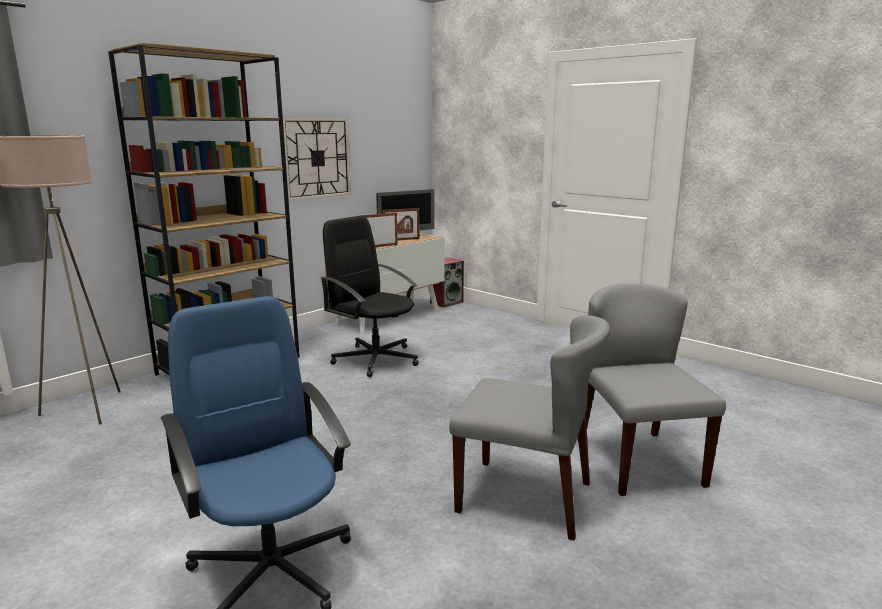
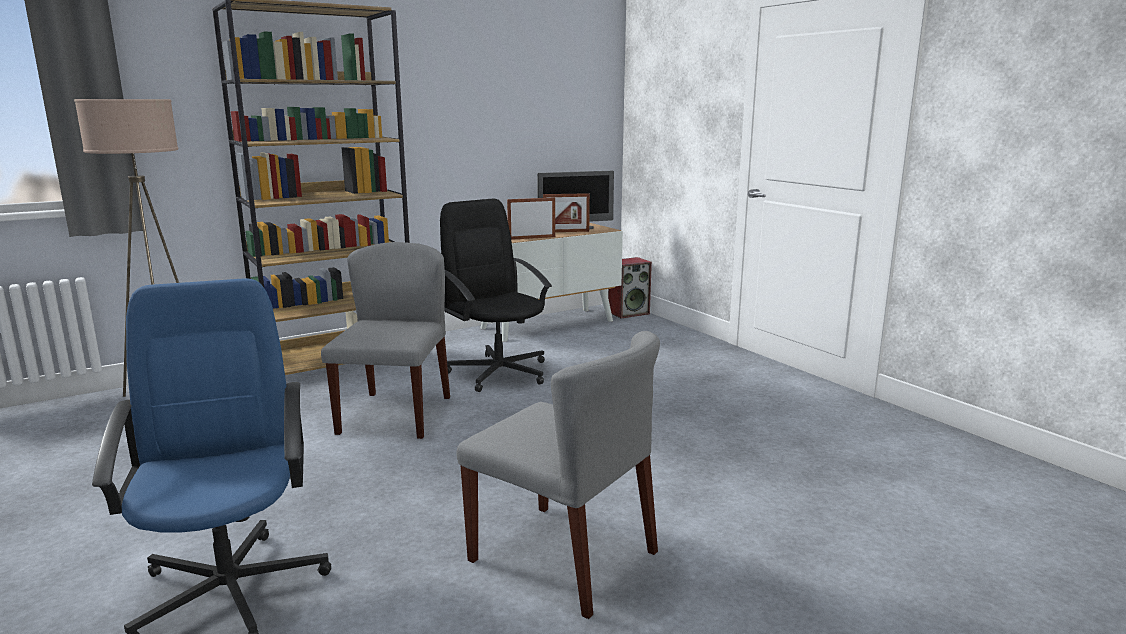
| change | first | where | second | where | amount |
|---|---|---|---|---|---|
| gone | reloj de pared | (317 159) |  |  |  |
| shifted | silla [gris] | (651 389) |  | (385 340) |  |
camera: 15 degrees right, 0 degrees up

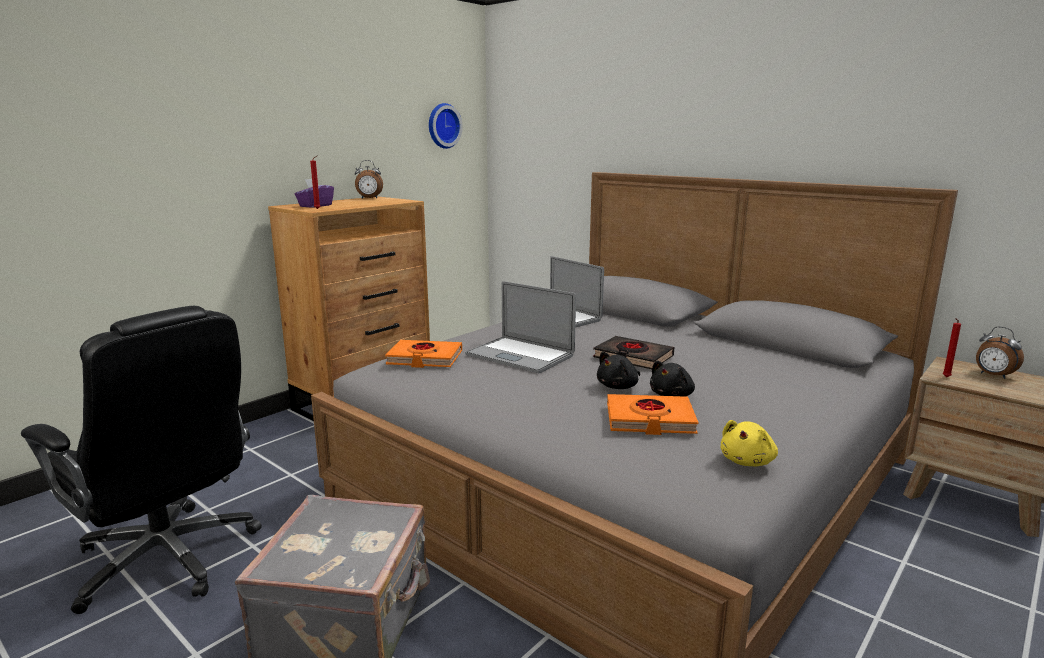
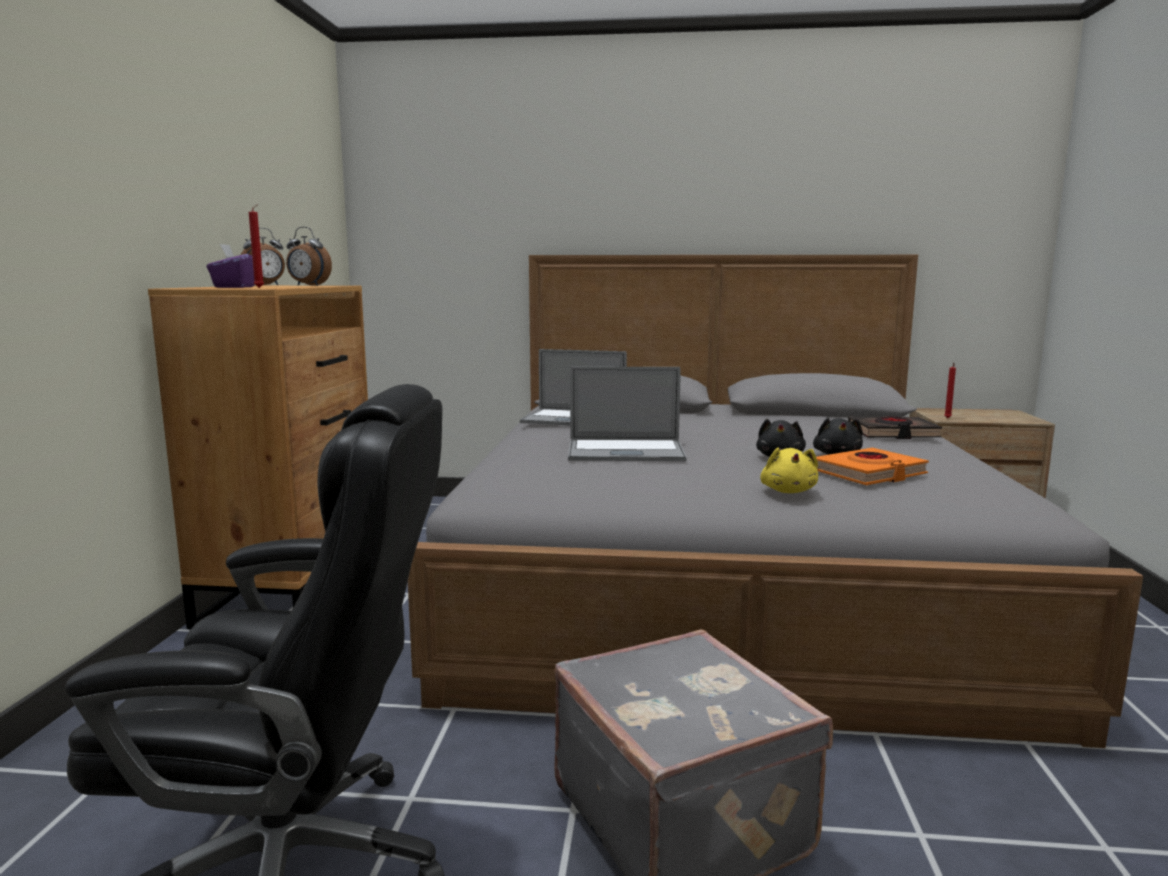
| change | first | where | second | where | amount |
|---|---|---|---|---|---|
| gone | libro [naranja] | (423 354) |  |  |  |
| gone | reloj de pared | (446 126) |  |  |  |
| shifted | libro [negro] | (633 352) |  | (895 427) |  |
| shifted | peluche [amarillo] | (749 443) |  | (789 470) |  |
| shifted | despertador | (1000 352) |  | (309 256) |  |
camera: 35 degrees left, 5 degrees down

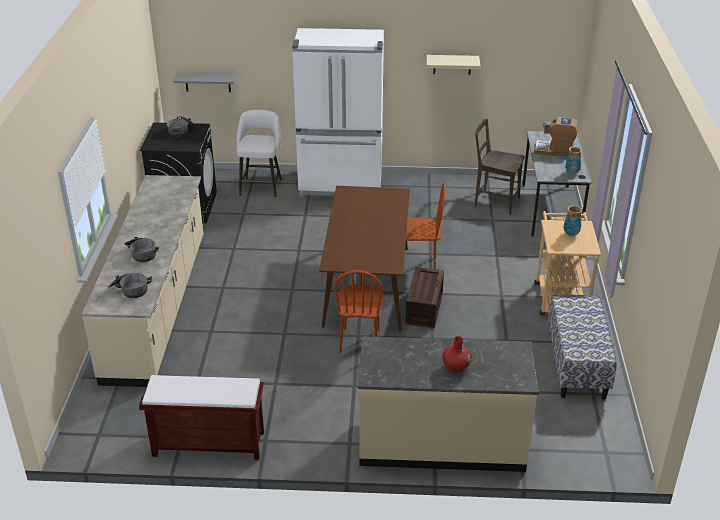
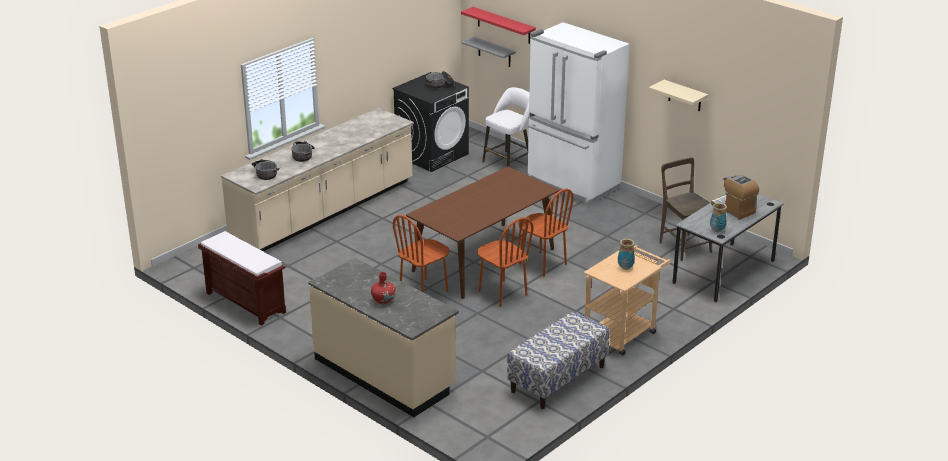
| change | first | where | second | where | amount |
|---|---|---|---|---|---|
| swapped | caja de embalaje | (424 297) | silla [marrón] | (505 262) |  |
| new |  |  | estante [rojo] | (498 25) |  |
camera: 40 degrees right, 5 degrees down

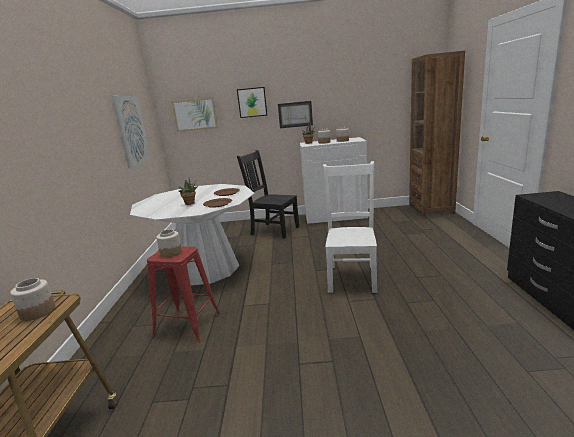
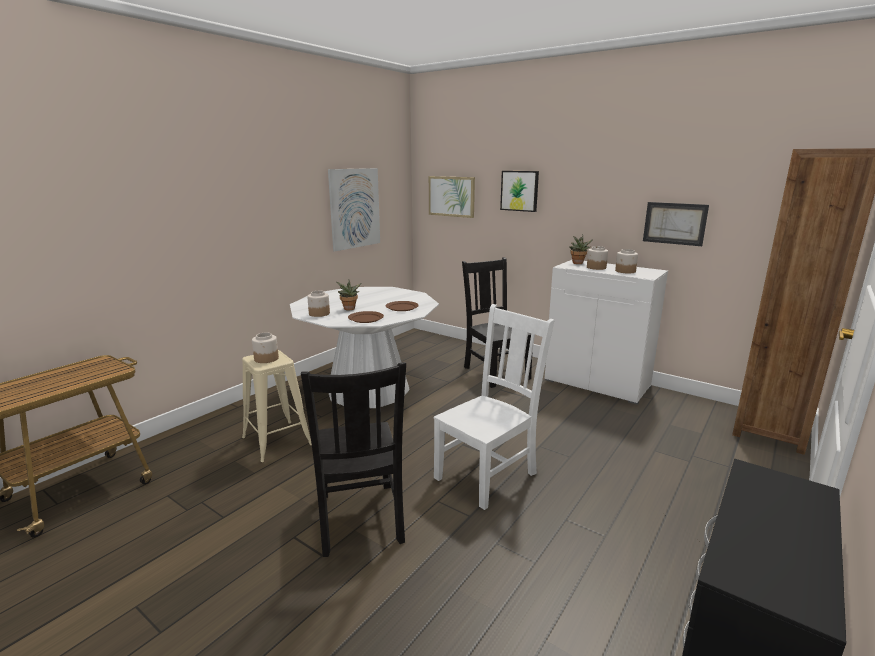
| change | first | where | second | where | amount |
|---|---|---|---|---|---|
| shifted | tarro | (32 299) |  | (318 304) |  |
| repainted | taburete [rojo] | (183 293) | taburete [beis] | (277 406) |  |
| shifted | cuadro | (295 114) |  | (676 224) |  |
| new |  |  | silla [negro] | (353 459) |  |
camera: 35 degrees right, 0 degrees up

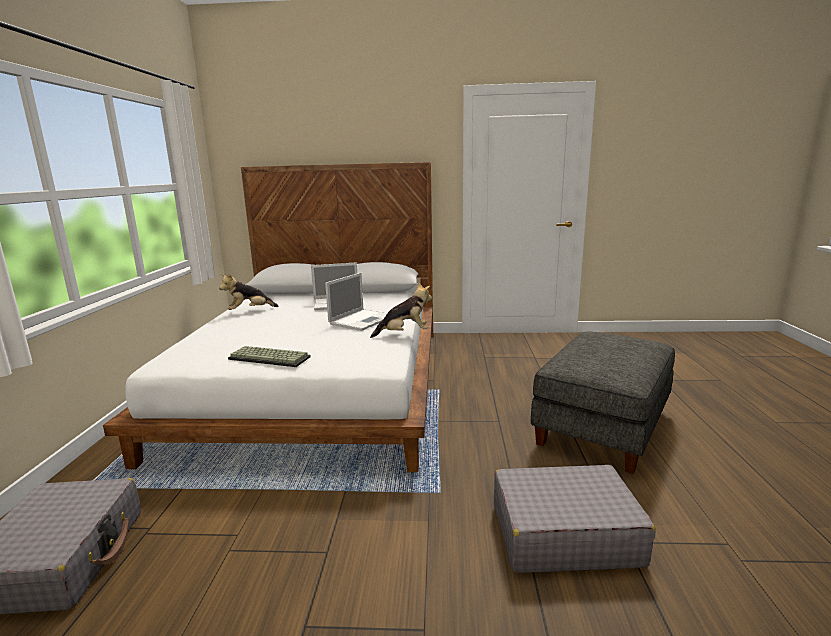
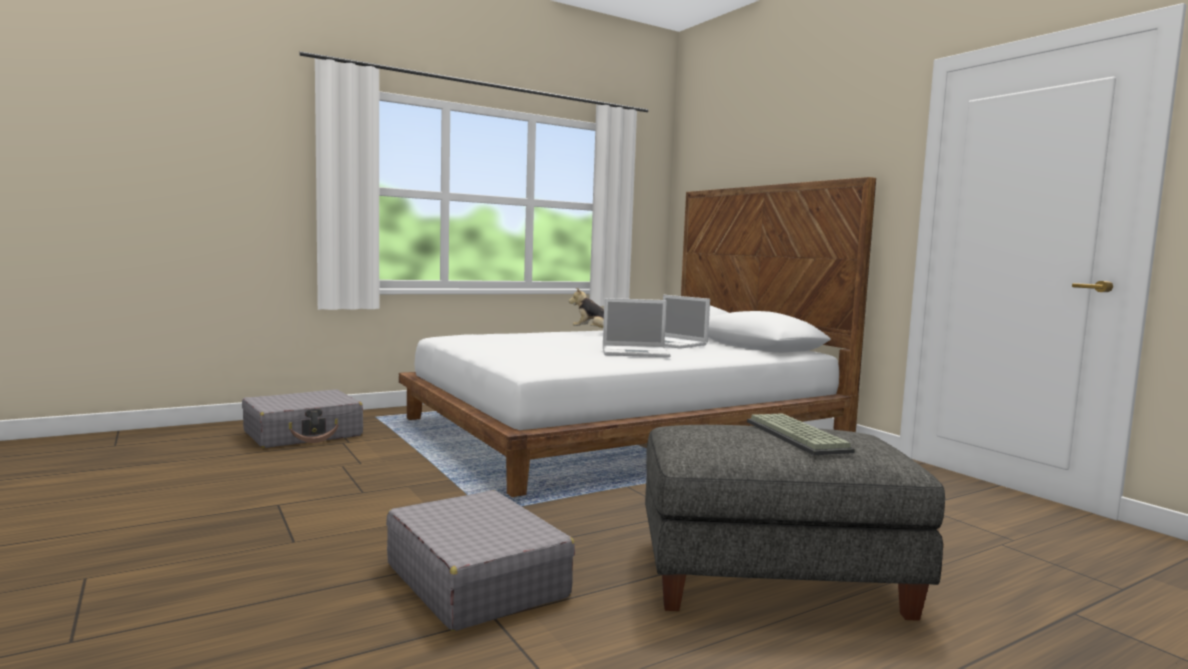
| change | first | where | second | where | amount |
|---|---|---|---|---|---|
| shifted | teclado | (269 356) |  | (801 434) |  |
| gone | peluche | (401 310) |  |  |  |
camera: 55 degrees right, 10 degrees down

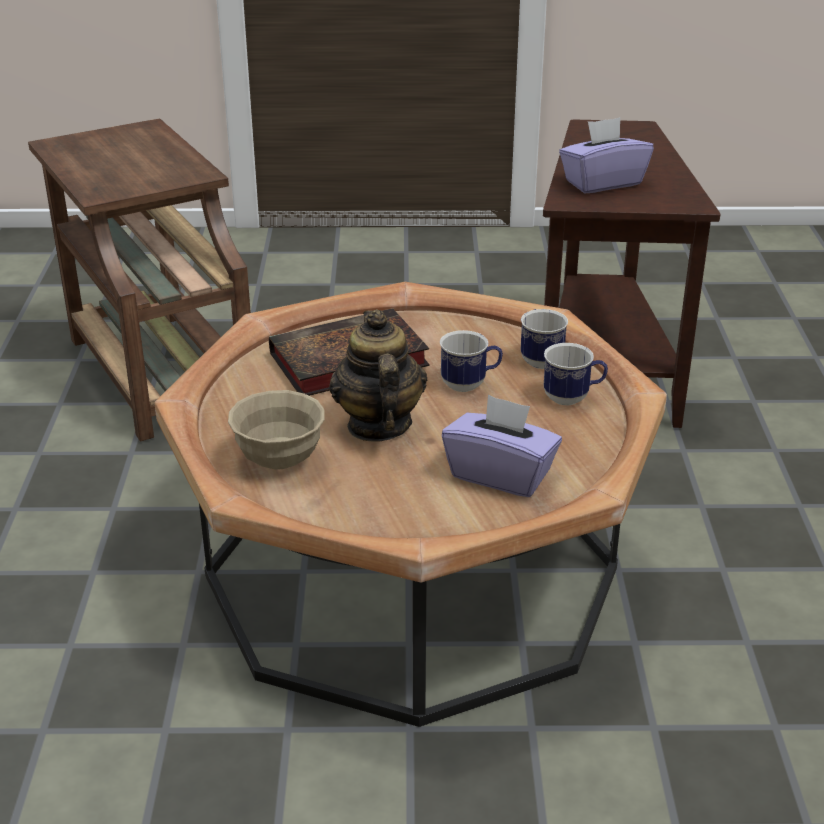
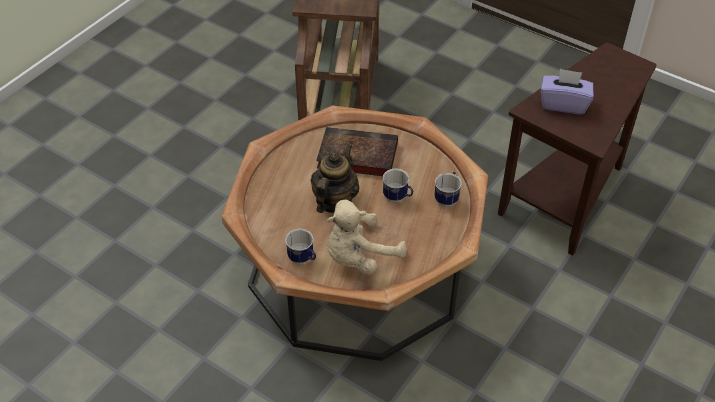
| change | first | where | second | where | amount |
|---|---|---|---|---|---|
| gone | cuenco [beis] | (276 430) |  |  |  |
| swapped | caja de pañuelos [morado] | (502 445) | peluche [beis] | (367 237) |  |
| shifted | taza grande | (576 374) |  | (300 246) |  |
camera: 35 degrees right, 15 degrees up

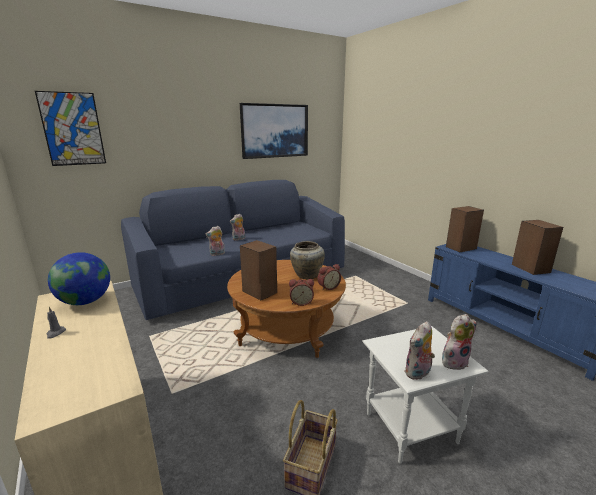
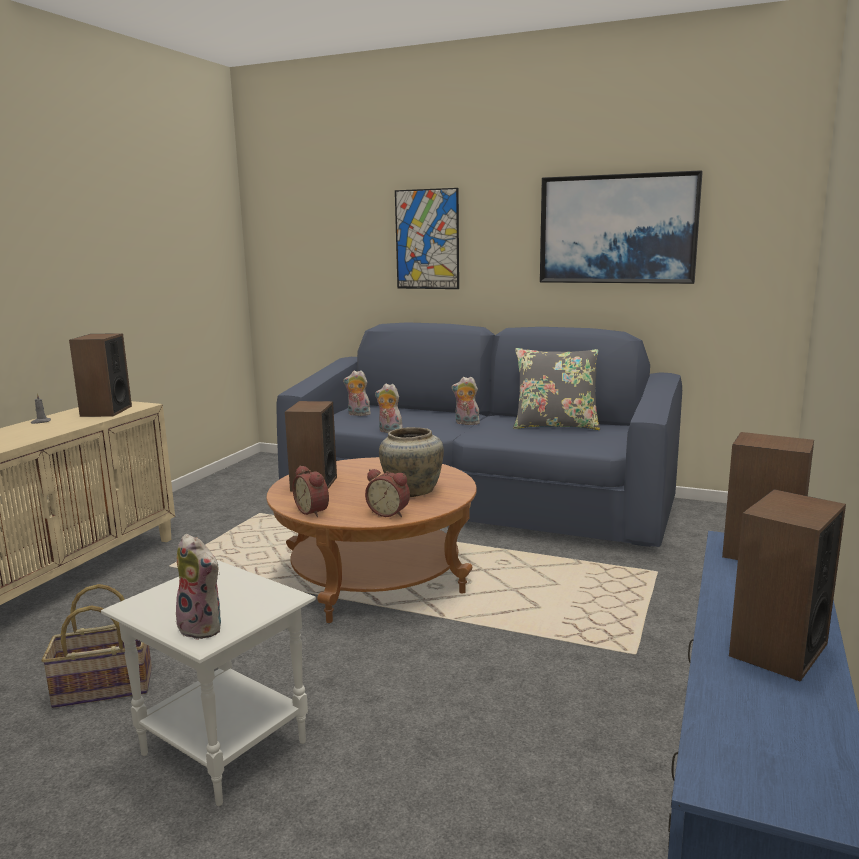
| change | first | where | second | where | amount |
|---|---|---|---|---|---|
| shifted | cuadro | (70 128) |  | (427 238) |  |
| swapped | globo terráqueo | (79 278) | altavoz | (100 375) |  |
| shifted | peluche | (419 350) |  | (357 393) |  |
| new |  |  | cojín [gris] | (556 389) |  |
camera: 55 degrees right, 5 degrees down

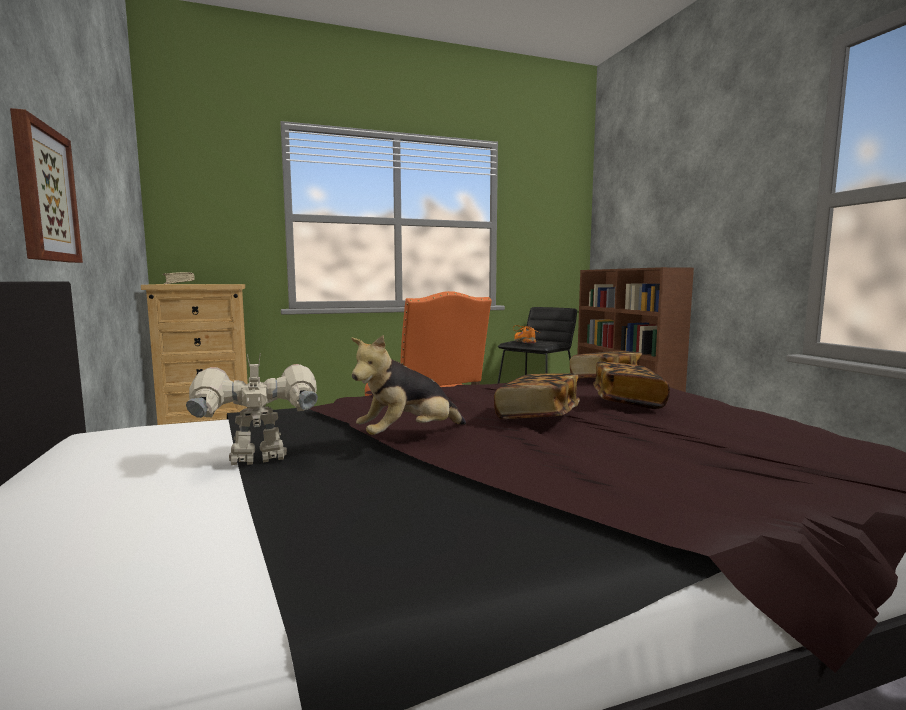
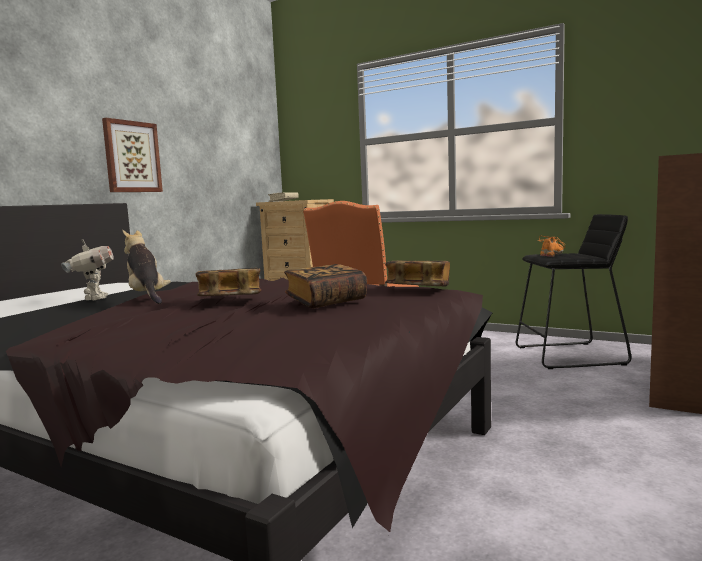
| change | first | where | second | where | amount |
|---|---|---|---|---|---|
| rotated | robot de juguete | (252 409) |  | (87 270) | 45 degrees clockwise |
| rotated | peluche | (408 385) |  | (146 266) | 45 degrees clockwise |
camera: 50 degrees right, 0 degrees up

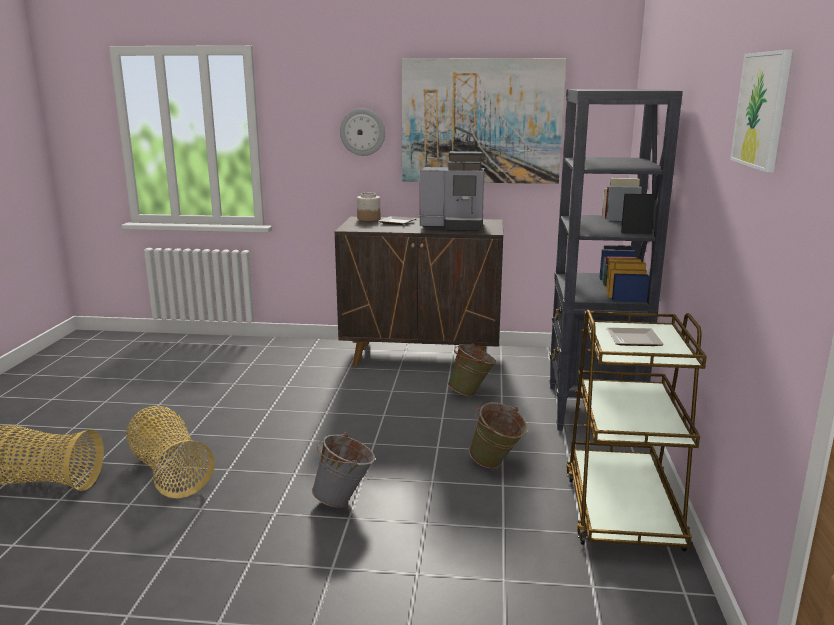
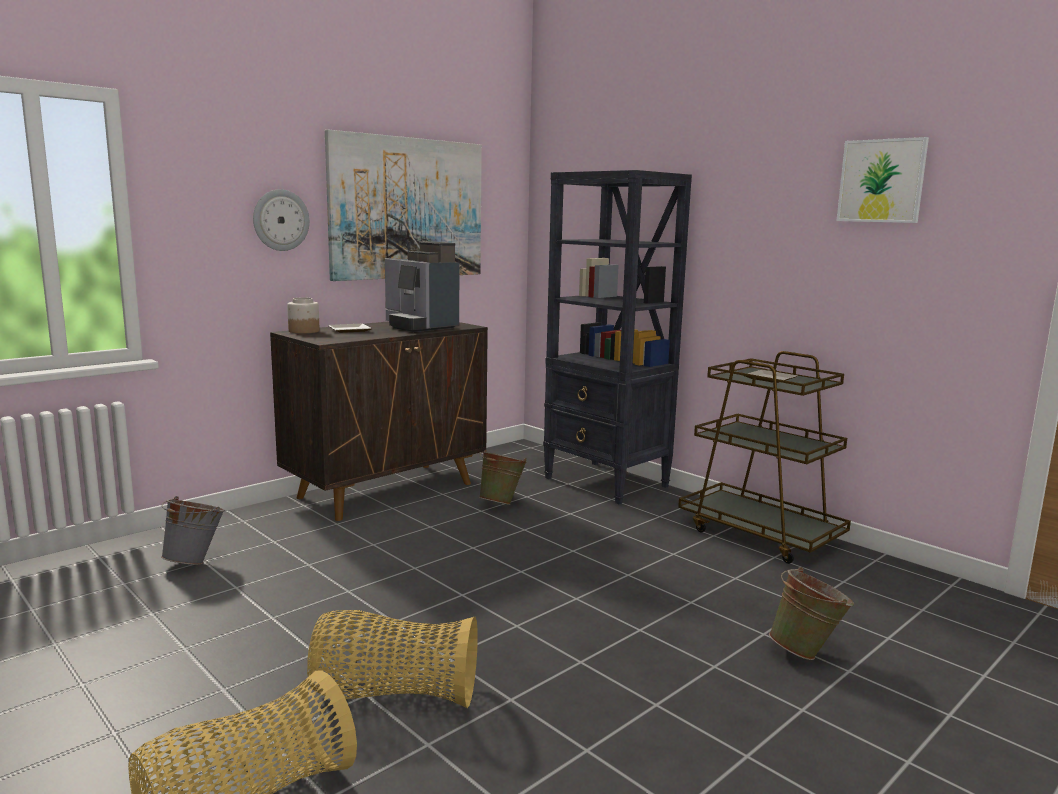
| change | first | where | second | where | amount |
|---|---|---|---|---|---|
| shifted | cubo [gris] | (343 470) |  | (193 530) |  |
| rotated | cafetera | (452 191) |  | (422 287) | 90 degrees clockwise |
| shifted | cubo [verde] | (498 435) |  | (811 613) |  |
camera: 50 degrees left, 5 degrees down

